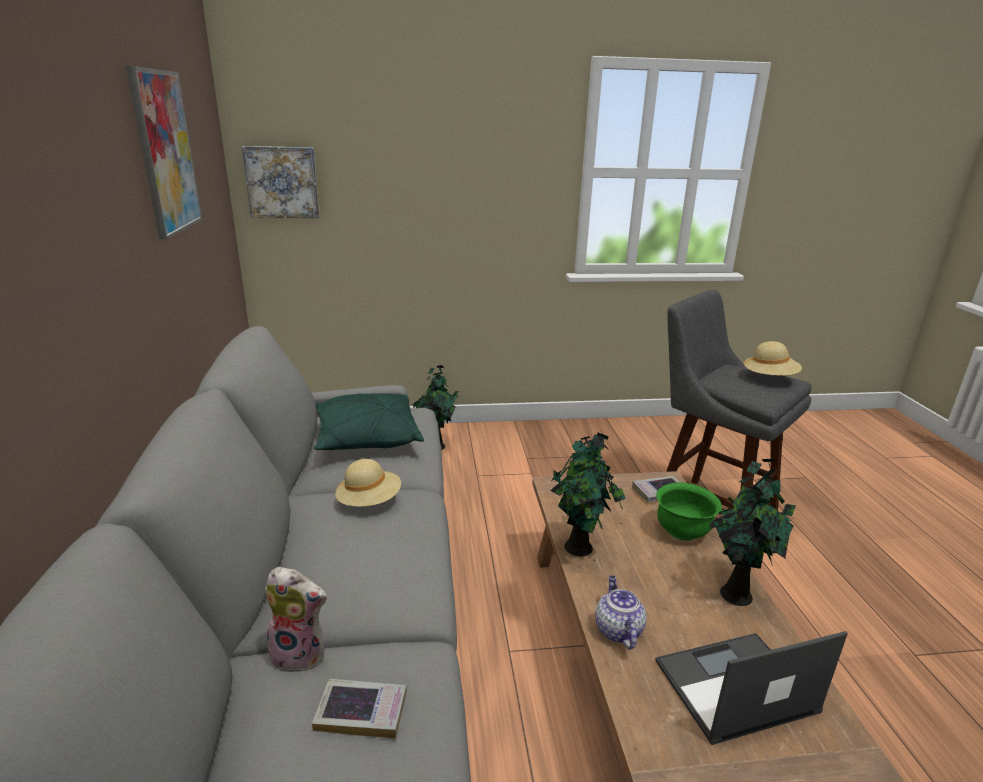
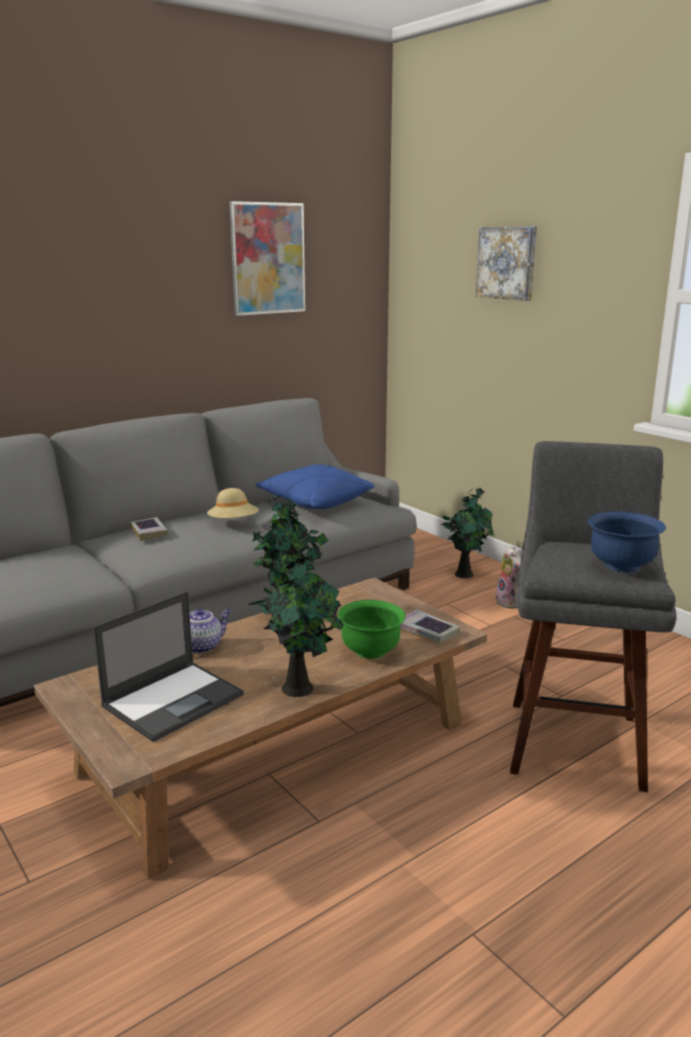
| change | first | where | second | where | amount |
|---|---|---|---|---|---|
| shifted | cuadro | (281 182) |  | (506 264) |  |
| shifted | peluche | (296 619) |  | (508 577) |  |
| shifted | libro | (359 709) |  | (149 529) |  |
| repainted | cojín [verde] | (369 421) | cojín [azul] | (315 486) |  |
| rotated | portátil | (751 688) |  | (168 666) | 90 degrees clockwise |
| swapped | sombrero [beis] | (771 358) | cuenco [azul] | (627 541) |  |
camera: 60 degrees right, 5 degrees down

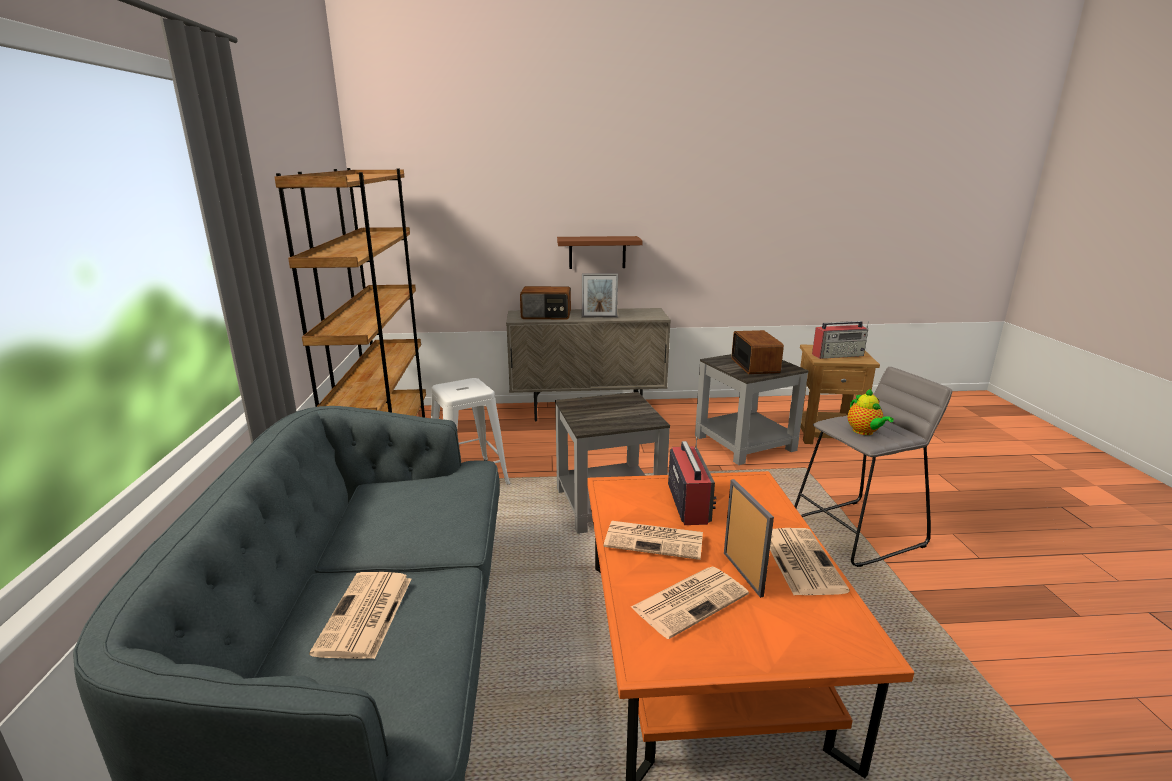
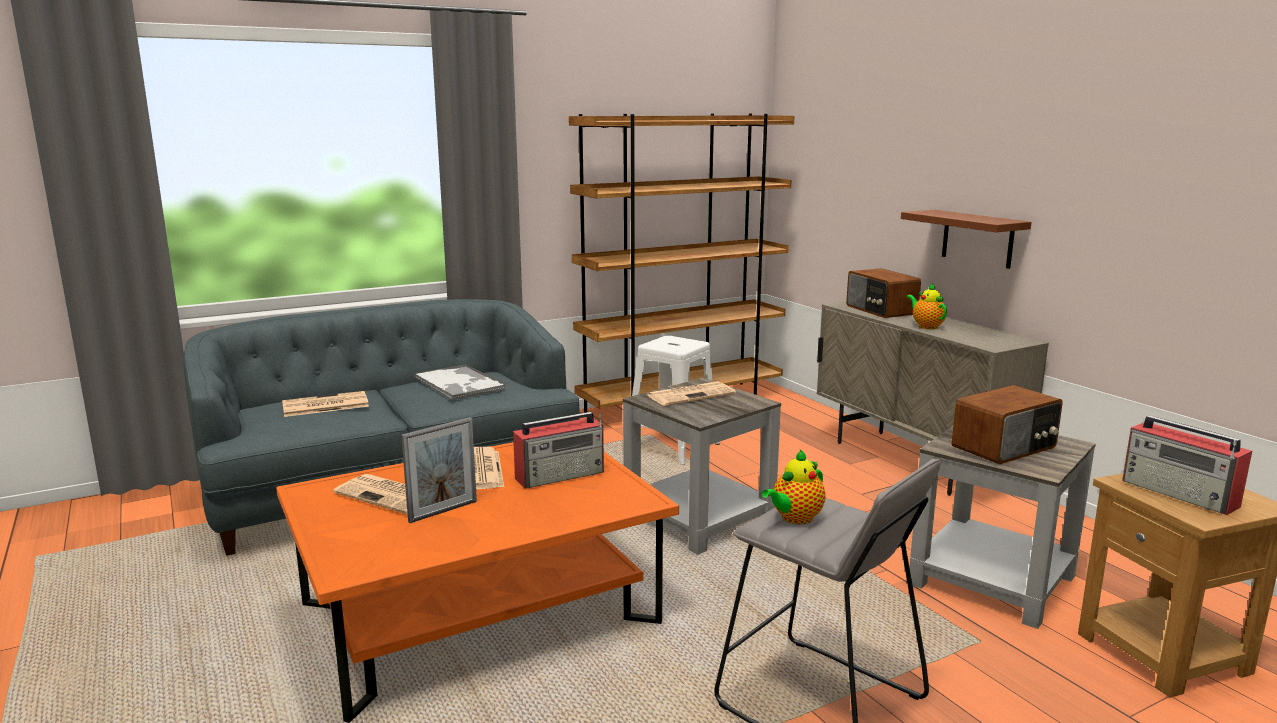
| change | first | where | second | where | amount |
|---|---|---|---|---|---|
| swapped | portarretratos | (600 295) | tetera | (926 306) |  |
| shifted | periódico | (810 561) |  | (691 393) |  |
| new |  |  | bandeja | (460 382) |  |
camera: 65 degrees right, 5 degrees down

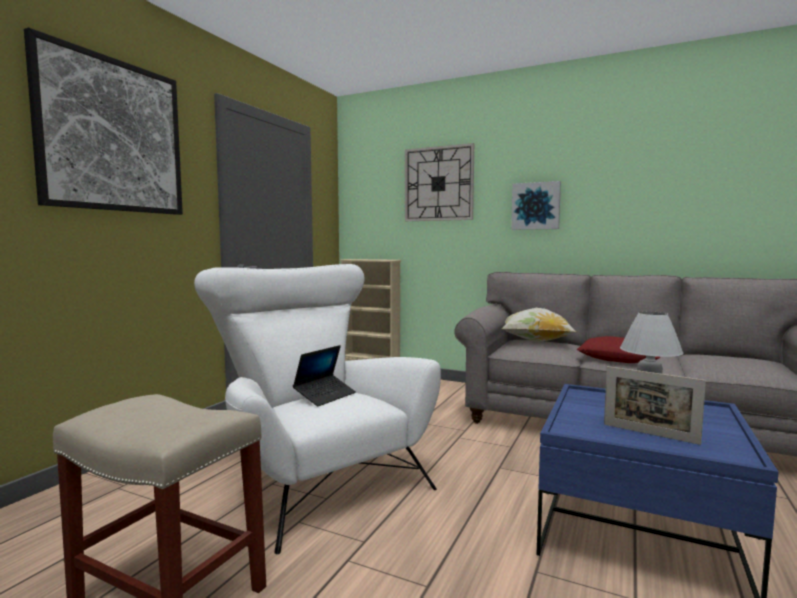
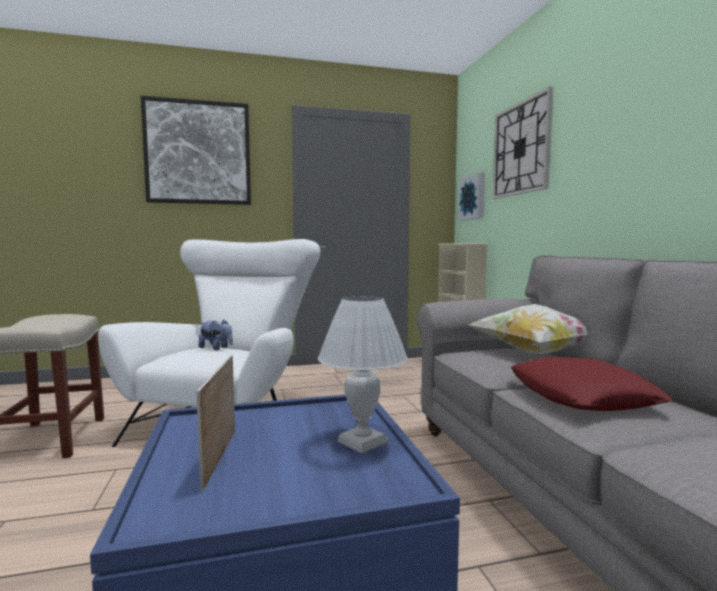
| change | first | where | second | where | amount |
|---|---|---|---|---|---|
| swapped | portátil | (324 375) | peluche | (215 334) |  |
| shifted | cuadro | (536 205) |  | (471 196) |  |
camera: 50 degrees right, 0 degrees up

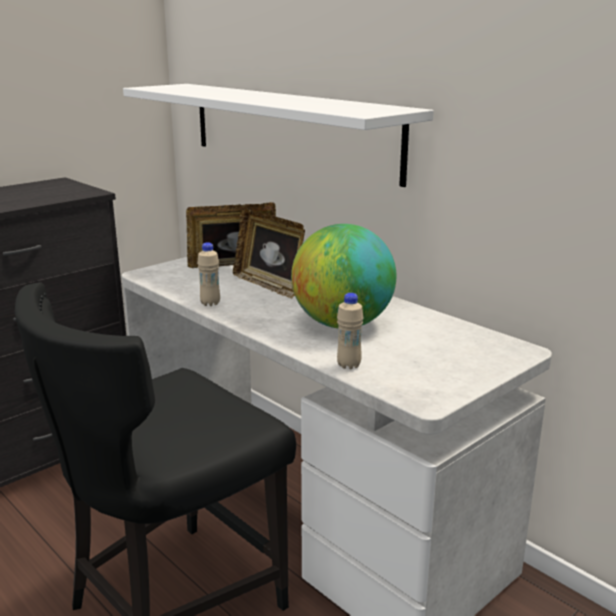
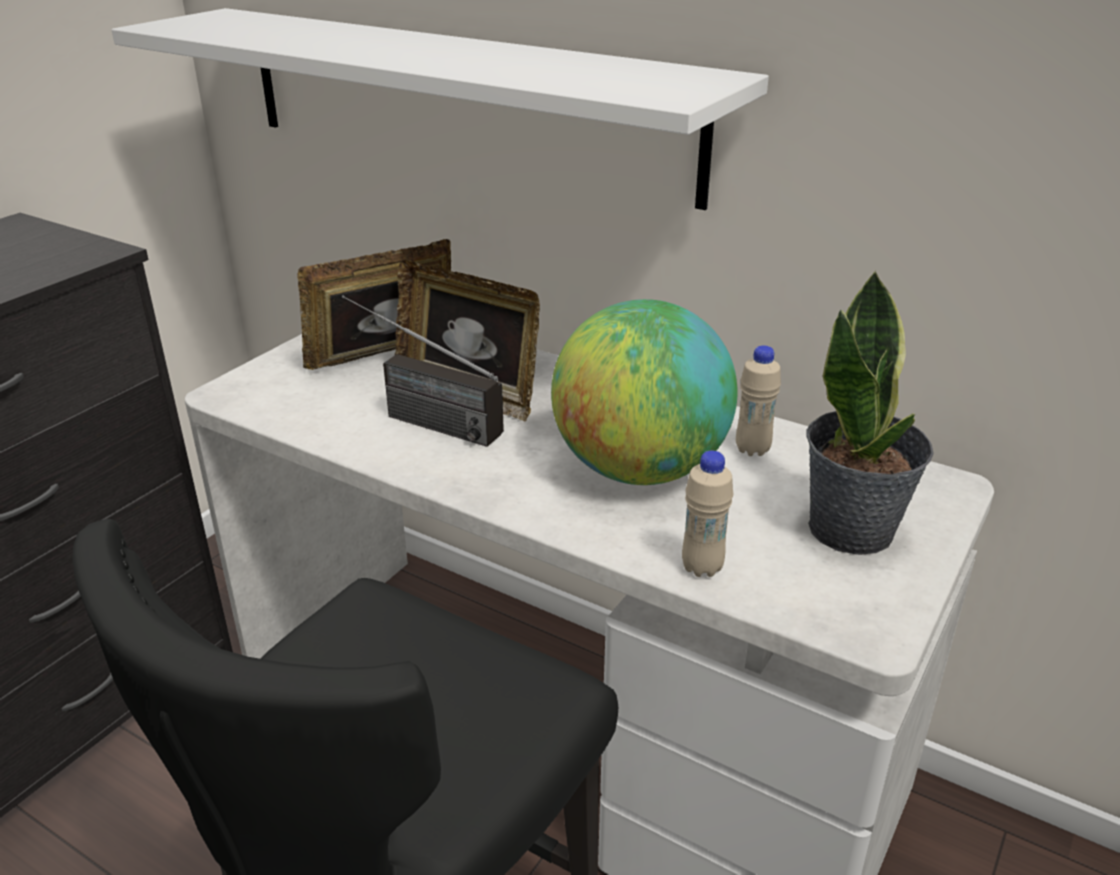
| change | first | where | second | where | amount |
|---|---|---|---|---|---|
| shifted | botella [beis] | (208 274) |  | (758 400) |  |
| new |  |  | radio | (423 371) |  |
| new |  |  | planta en maceta | (870 412) |  |
camera: 15 degrees left, 10 degrees up

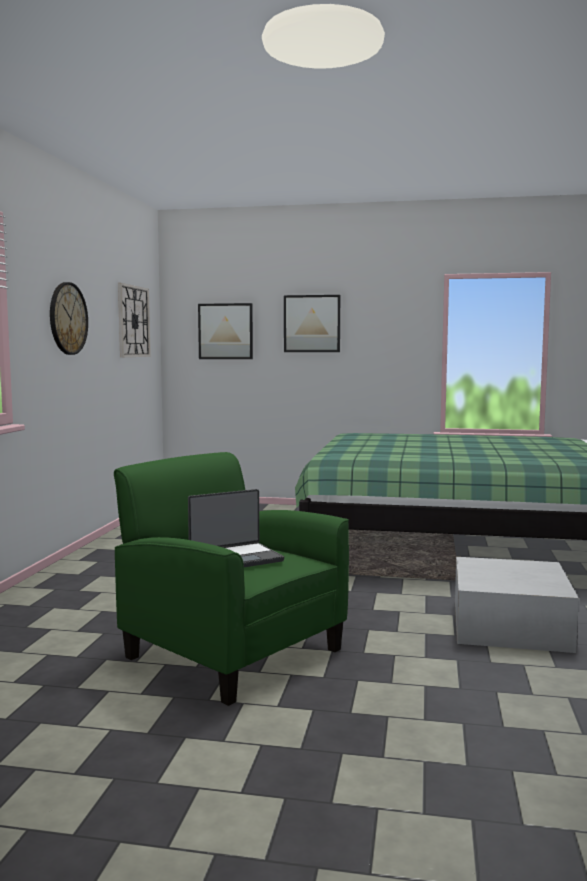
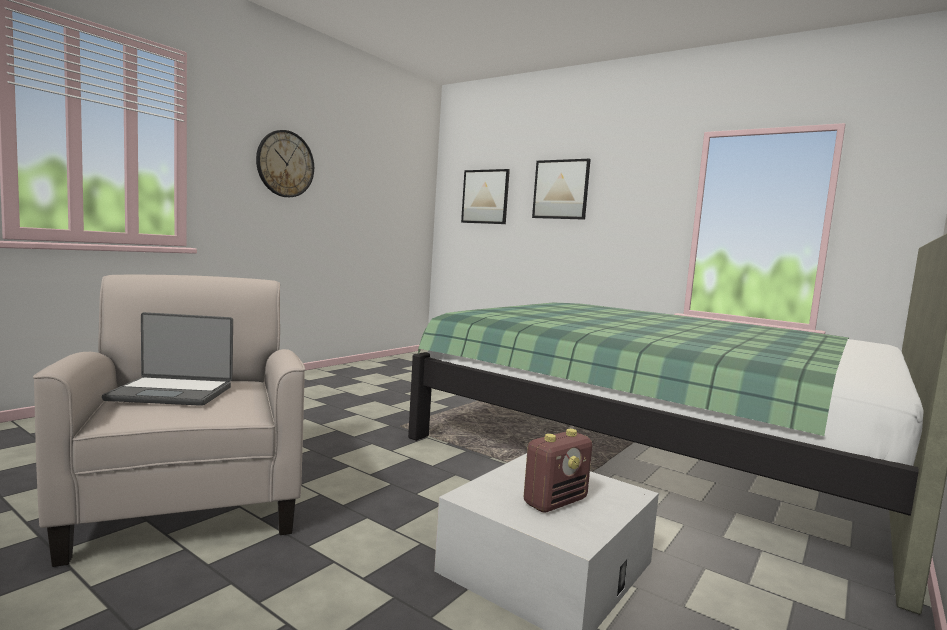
| change | first | where | second | where | amount |
|---|---|---|---|---|---|
| repainted | sillón [verde] | (231 579) | sillón [beis] | (169 421) |  |
| gone | reloj de pared | (134 320) |  |  |  |
| new |  |  | radio | (558 470) |  |
camera: 25 degrees right, 0 degrees up

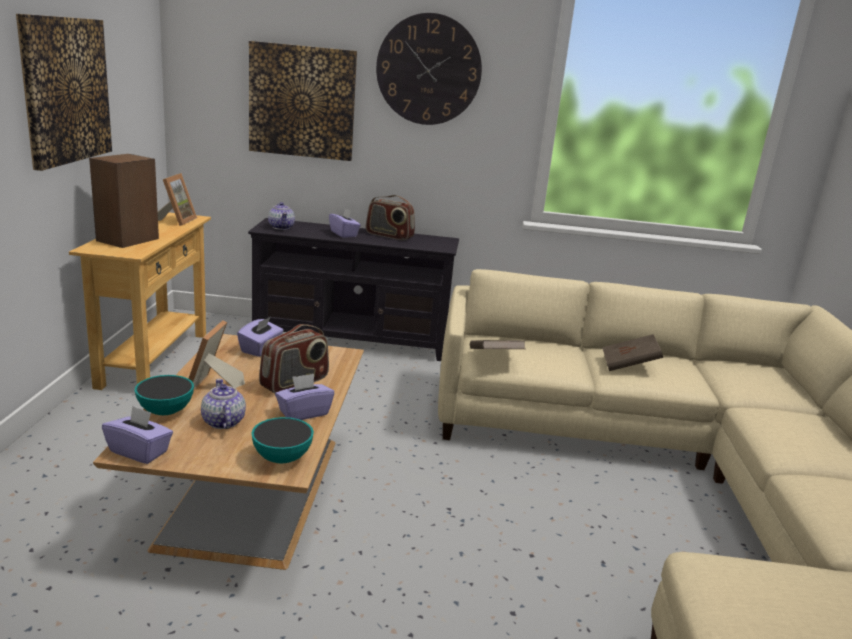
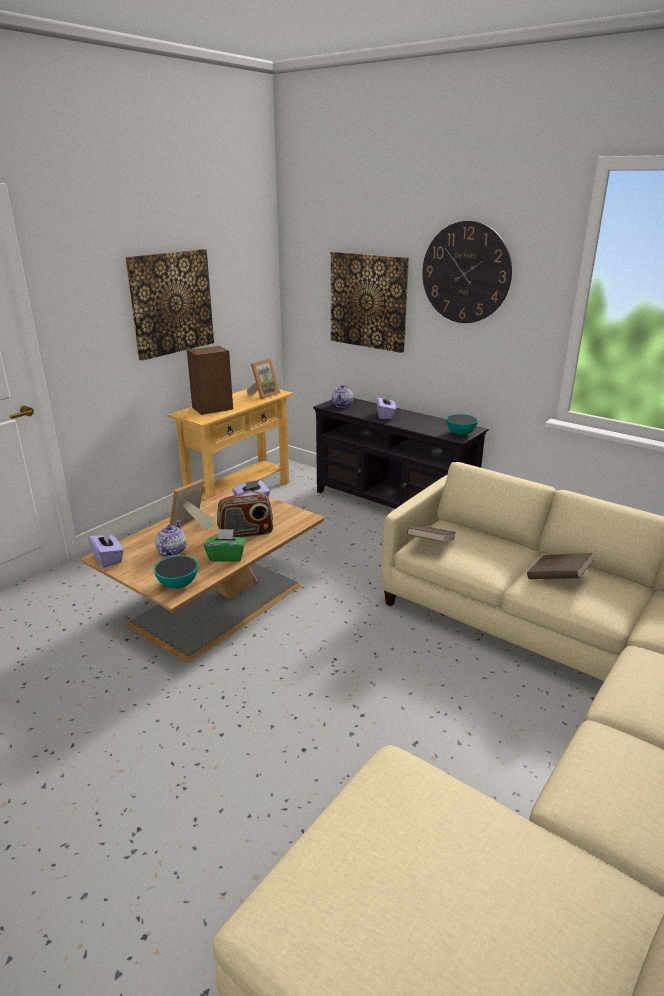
| change | first | where | second | where | amount |
|---|---|---|---|---|---|
| shifted | cuenco | (164 395) |  | (462 424) |  |
| repainted | caja de pañuelos [morado] | (304 397) | caja de pañuelos [verde] | (225 545) |  |
| gone | radio | (390 217) |  |  |  |
camera: 35 degrees right, 5 degrees up

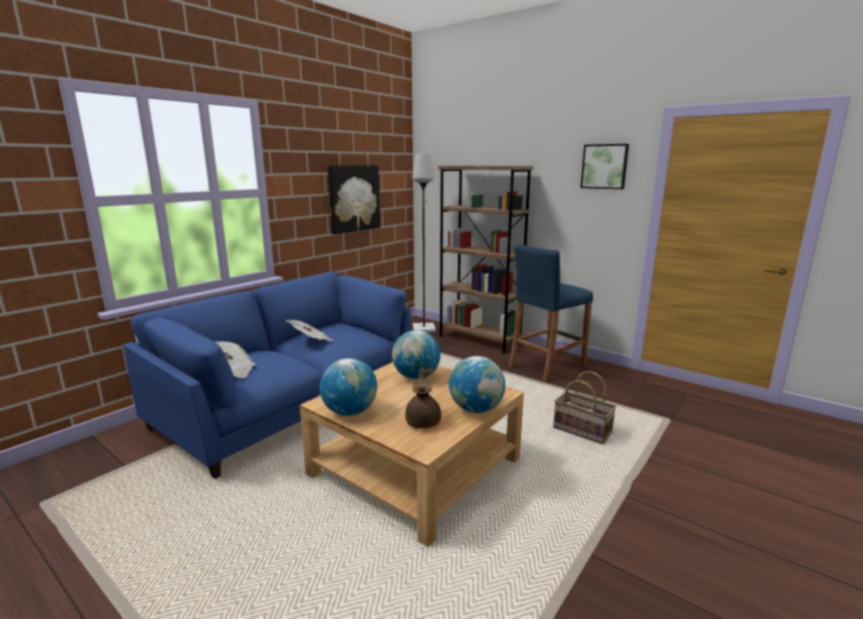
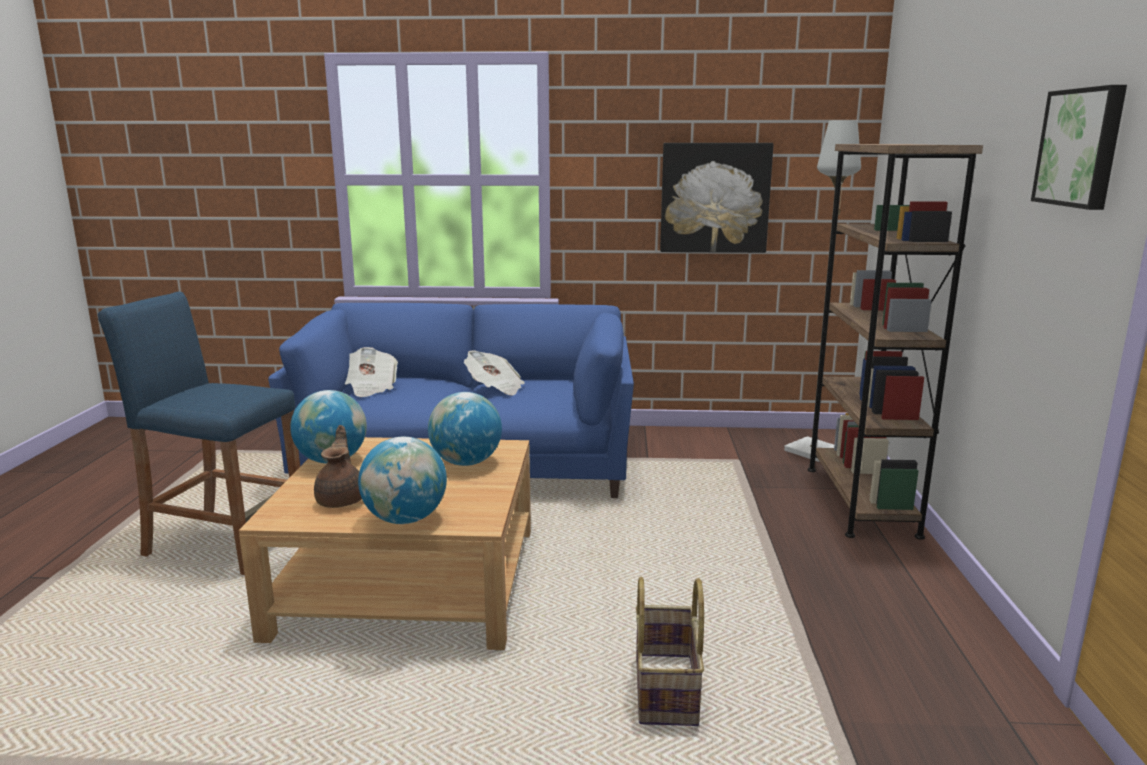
| change | first | where | second | where | amount |
|---|---|---|---|---|---|
| rotated | tetera [marrón] | (423 398) |  | (338 466) | 60 degrees counterclockwise |
| shifted | taburete [azul] | (551 313) |  | (199 433) |  |
camera: 55 degrees right, 0 degrees up

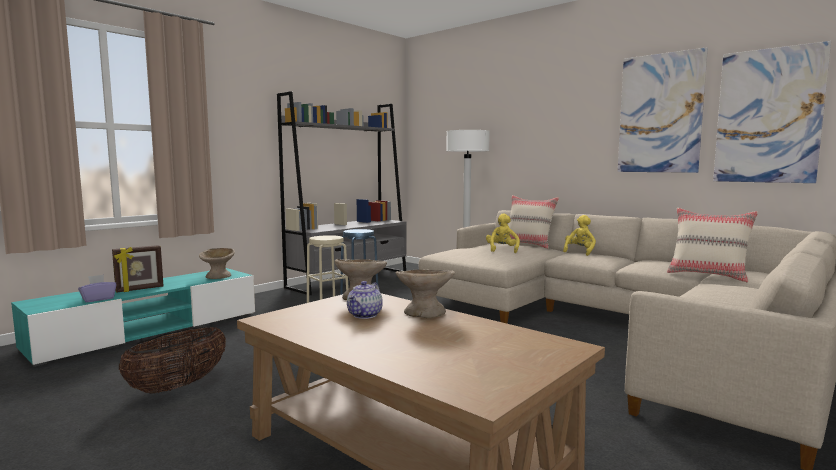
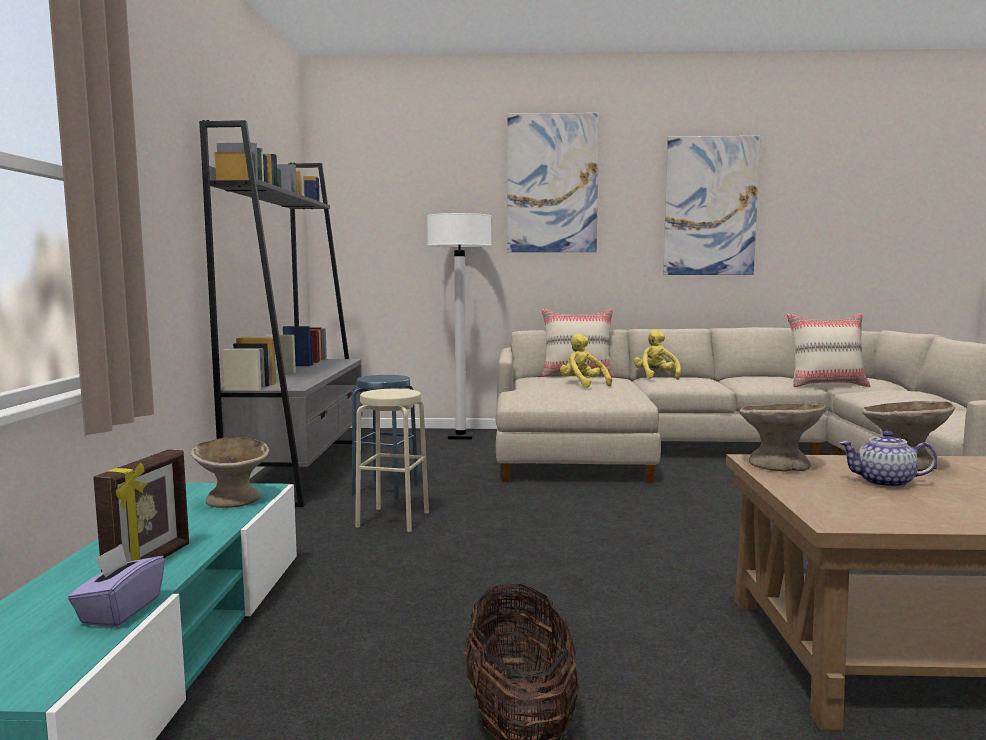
| change | first | where | second | where | amount |
|---|---|---|---|---|---|
| rotated | tetera | (365 300) |  | (888 459) | 120 degrees clockwise |
| shifted | cuadro | (772 112) |  | (553 182) |  |
camera: 40 degrees left, 0 degrees up

